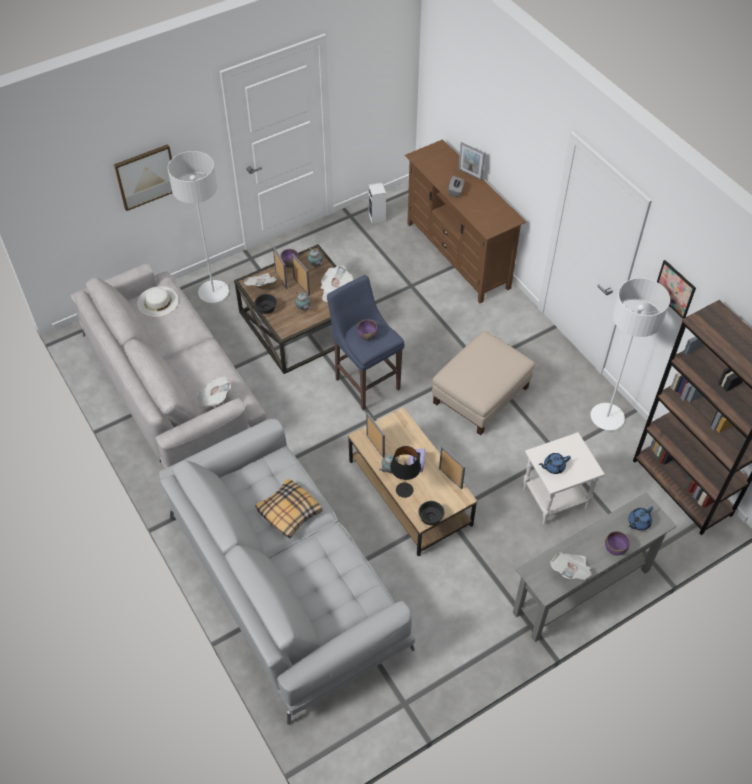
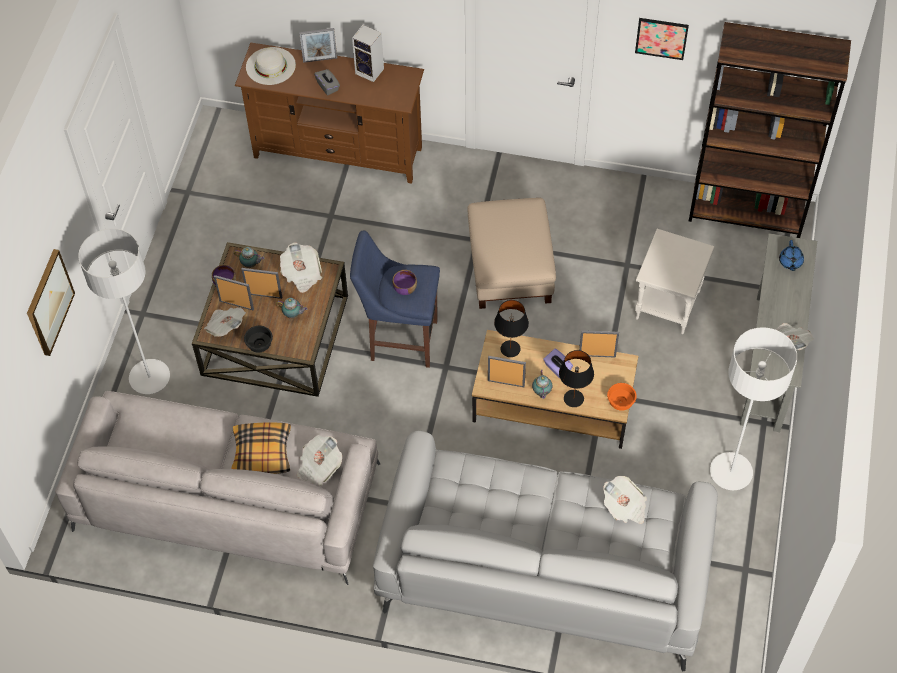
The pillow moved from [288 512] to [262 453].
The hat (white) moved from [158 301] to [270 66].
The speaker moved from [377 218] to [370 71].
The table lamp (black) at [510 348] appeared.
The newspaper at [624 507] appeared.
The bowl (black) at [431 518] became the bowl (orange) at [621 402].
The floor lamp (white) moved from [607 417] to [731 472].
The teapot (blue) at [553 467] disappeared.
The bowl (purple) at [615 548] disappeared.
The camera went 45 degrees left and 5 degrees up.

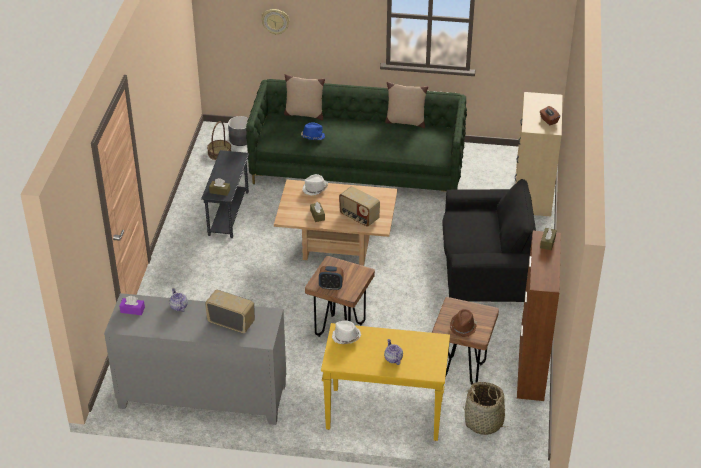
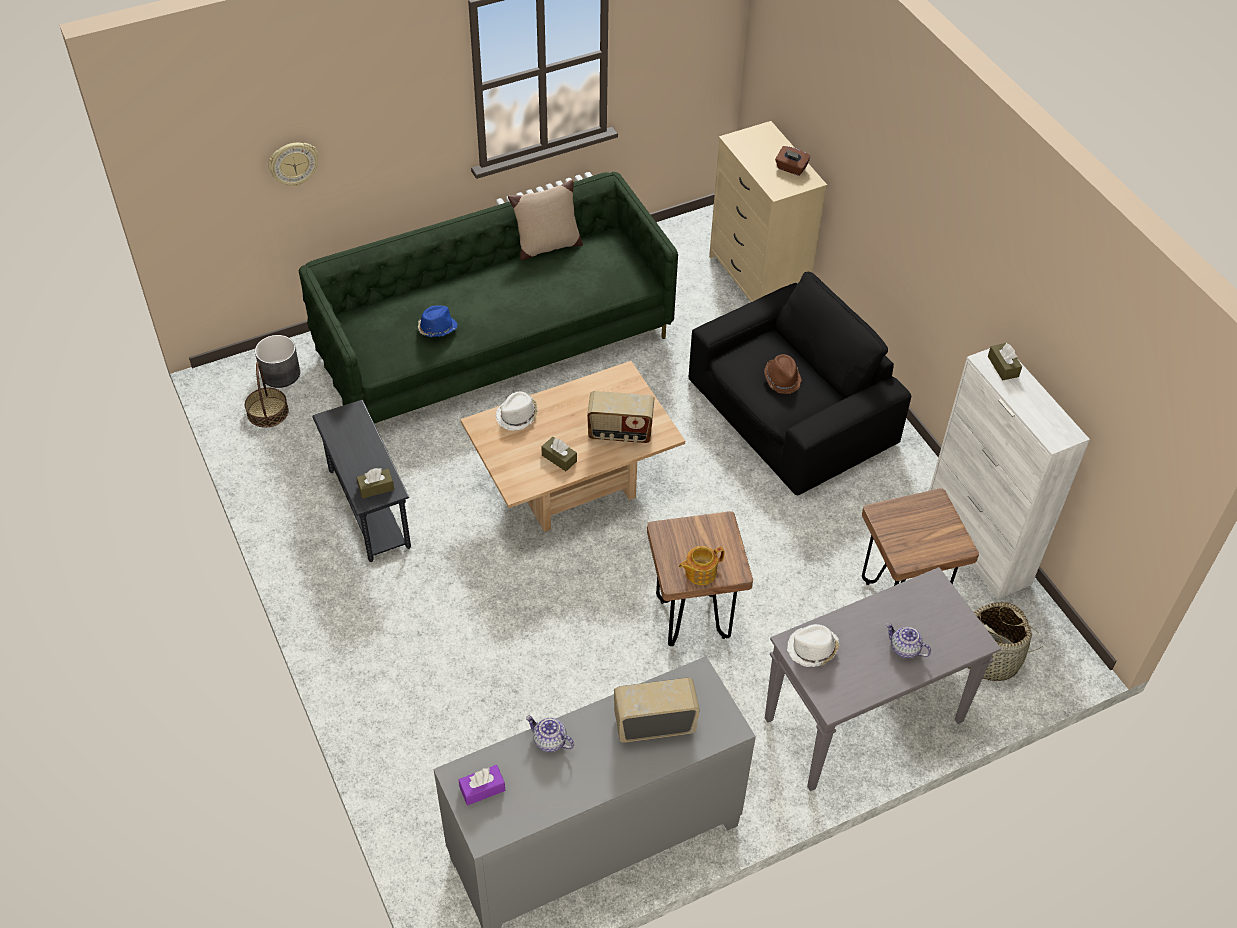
The alarm clock at [331 287] was replaced by the teapot at [700 572].
The hat (brown) moved from [463 327] to [782 379].
The console table (yellow) at [383 415] became the console table (grey) at [862 722].
The cabinet (brown) at [531 369] became the cabinet (white) at [977 545].
The pillow (beige) at [304 114] disappeared.
The camera went 35 degrees left and 10 degrees up.

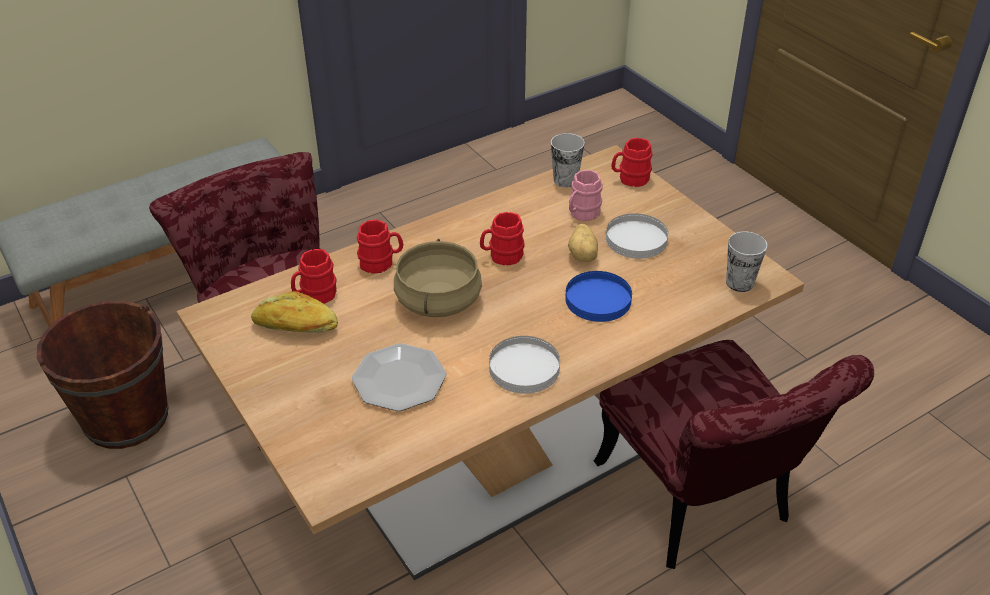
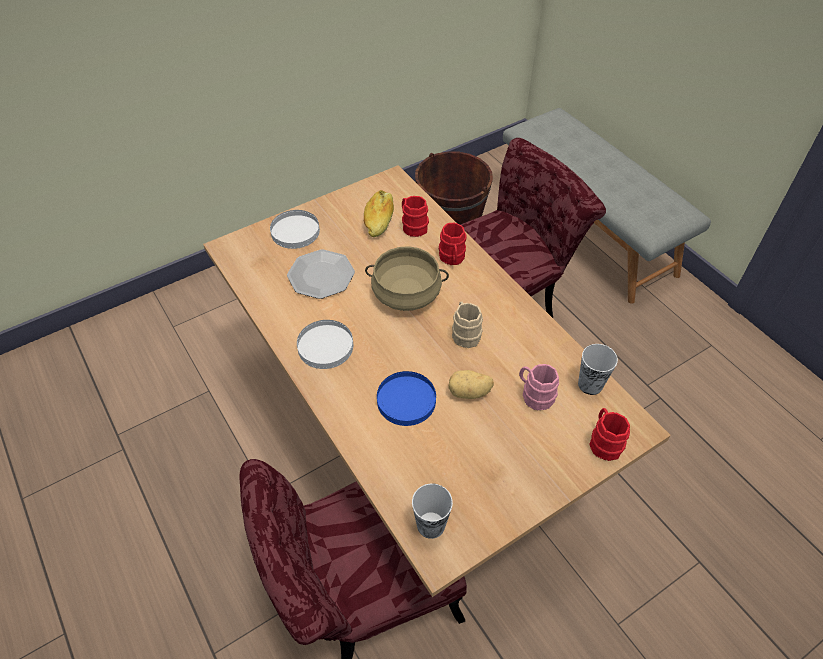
The plate (white) moved from [635 239] to [295 231].
The mug (red) at [502 256] became the mug (beige) at [464 333].
The camera went 90 degrees right and 10 degrees up.

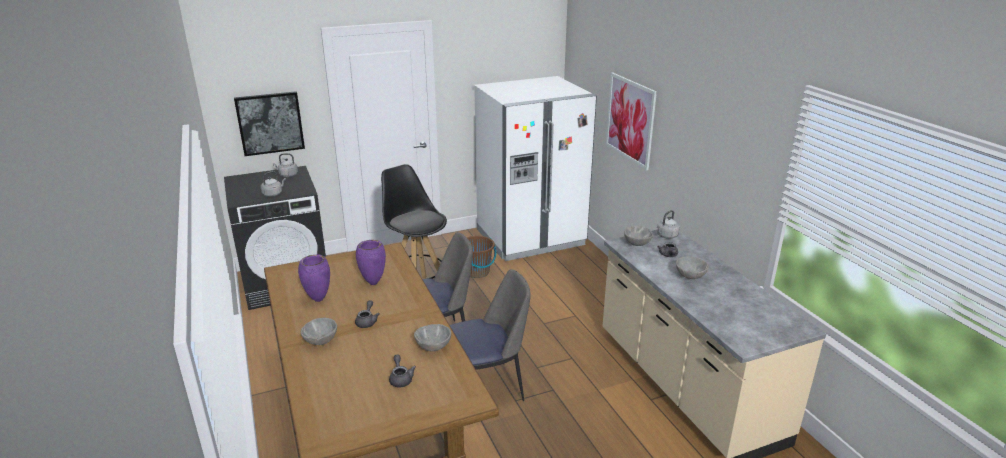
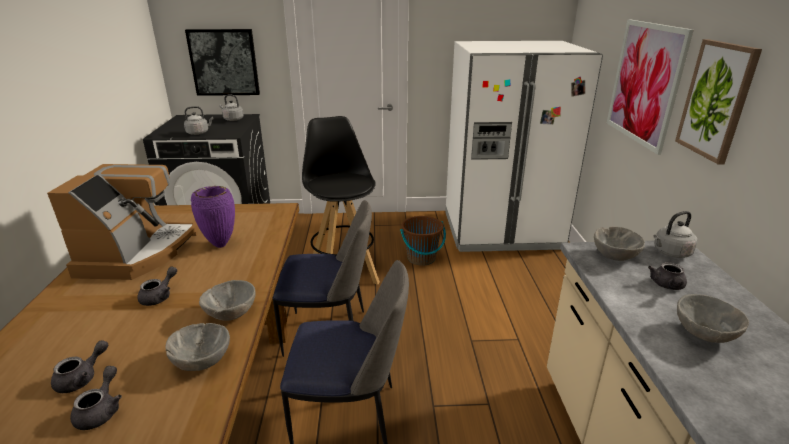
The vase (purple) at [318 299] was replaced by the coffee machine at [139 253].
The teapot (grey) at [82 378] appeared.
The bowl (grey) moved from [320 341] to [231 314].
The picture at [716 100] appeared.
The camera went 20 degrees right and 0 degrees up.

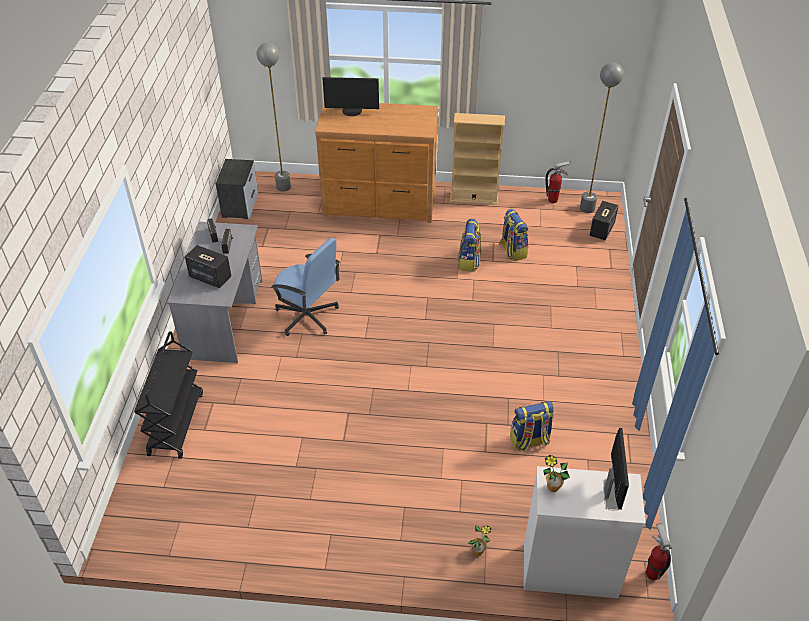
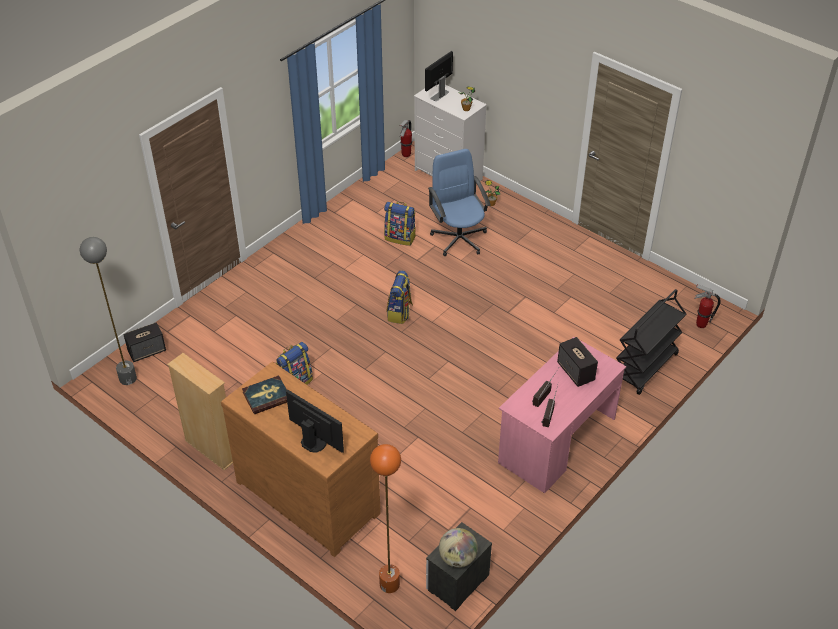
The book at [266 396] appeared.
The floor lamp (grey) at [283 187] became the floor lamp (orange) at [389 584].
The backpack moved from [512 251] to [400 313].
The office chair (blue) moved from [307 316] to [459 238].
The globe at [457 558] appeared.
The desk (grey) at [225 318] became the desk (pink) at [557 441].
The fire extinguisher moved from [553 200] to [700 324].
The camera went 145 degrees left and 0 degrees up.

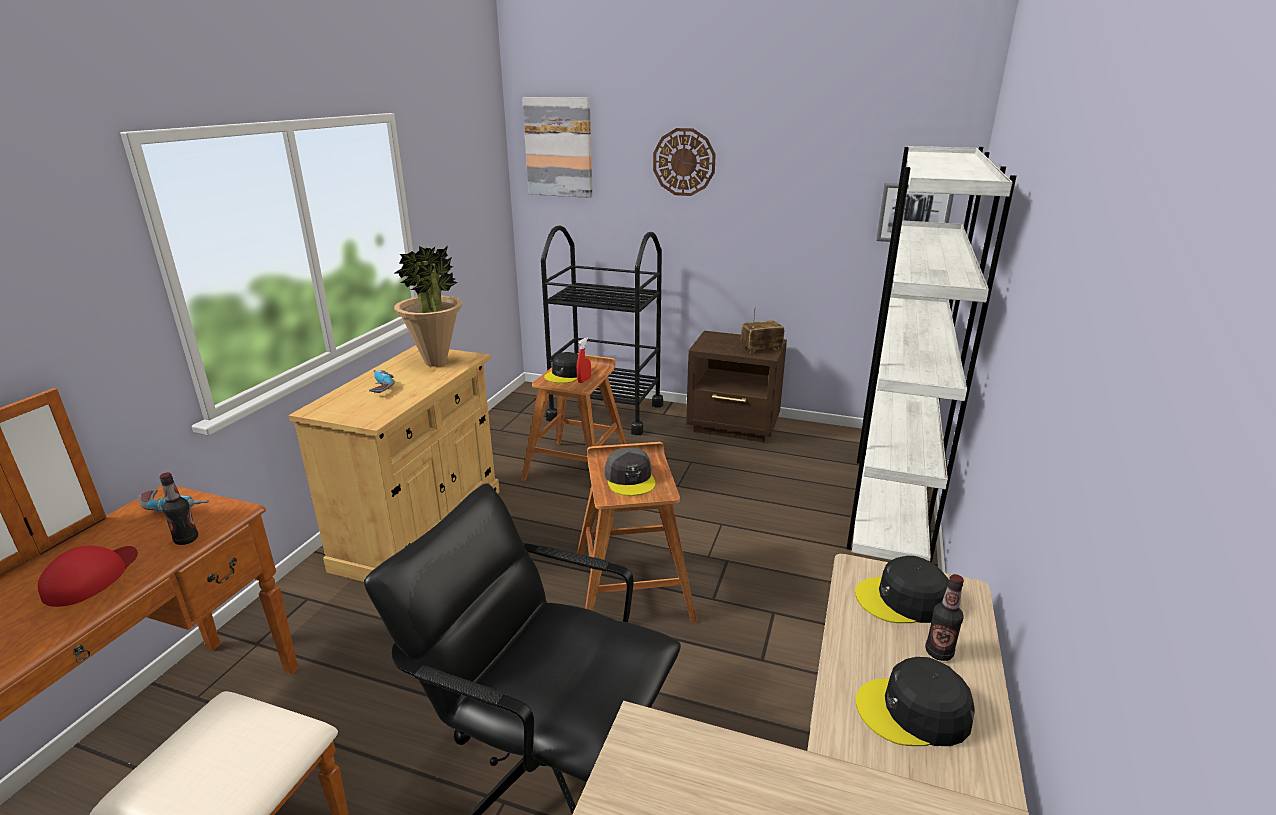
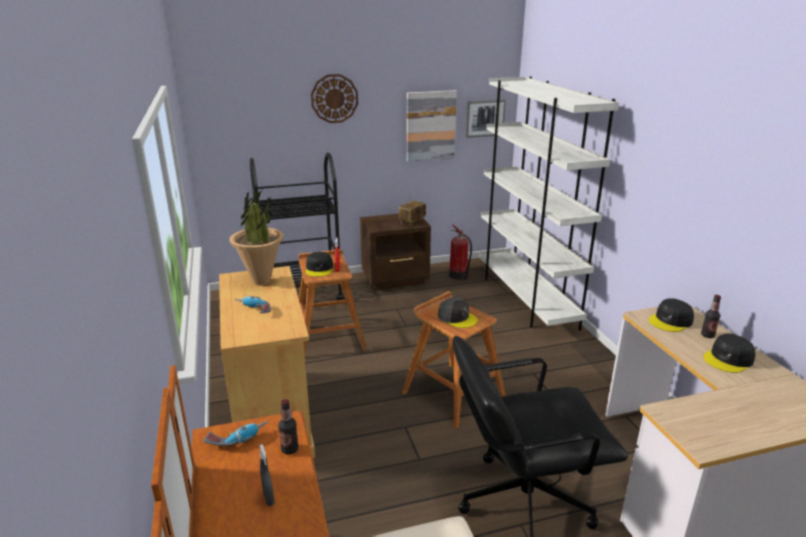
The cap (red) at [91 577] was replaced by the spray bottle (grey) at [268 498].
The picture moved from [559 147] to [430 125].
The fire extinguisher at [459 276] appeared.
The camera went 35 degrees left and 0 degrees up.

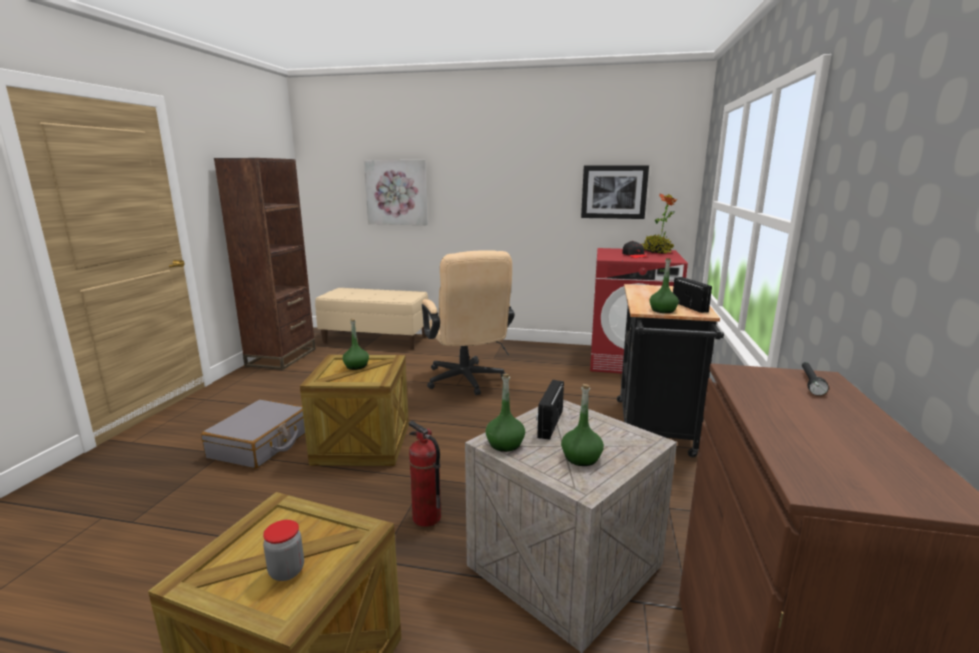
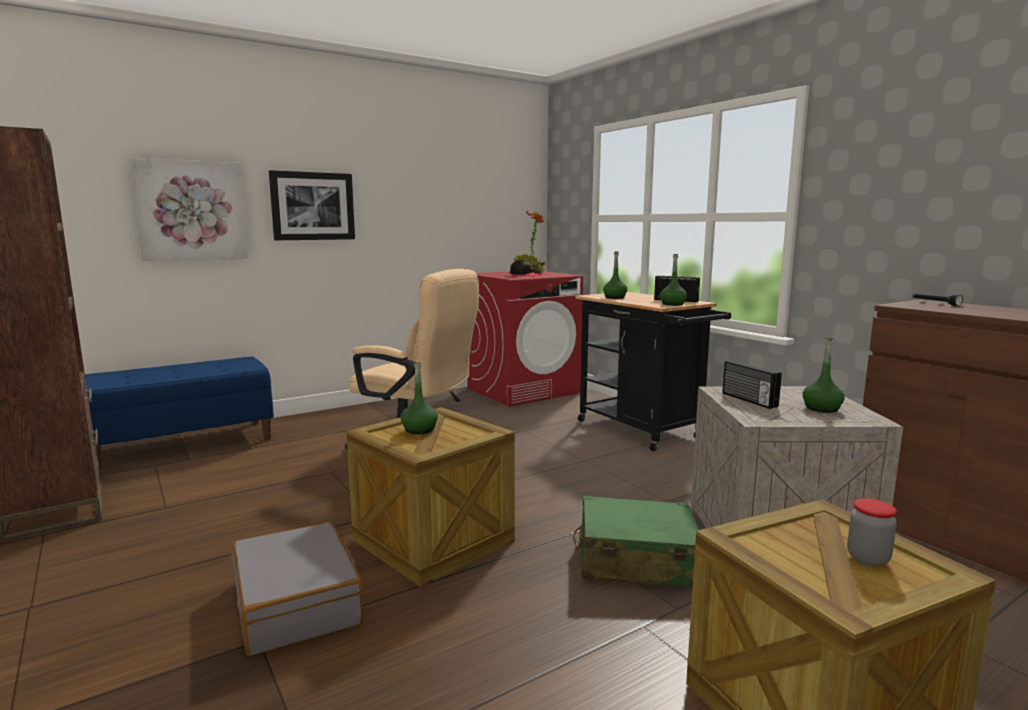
The bench (beige) at [376 339] became the bench (blue) at [185 444].
The picture moved from [614 192] to [313 206].
The fire extinguisher at [426 518] was replaced by the suitcase (green) at [636 561].
The bottle (green) moved from [505 444] to [614 297].
The camera went 45 degrees left and 5 degrees down.

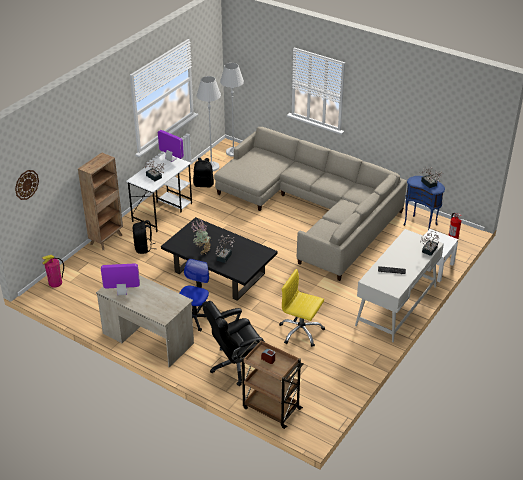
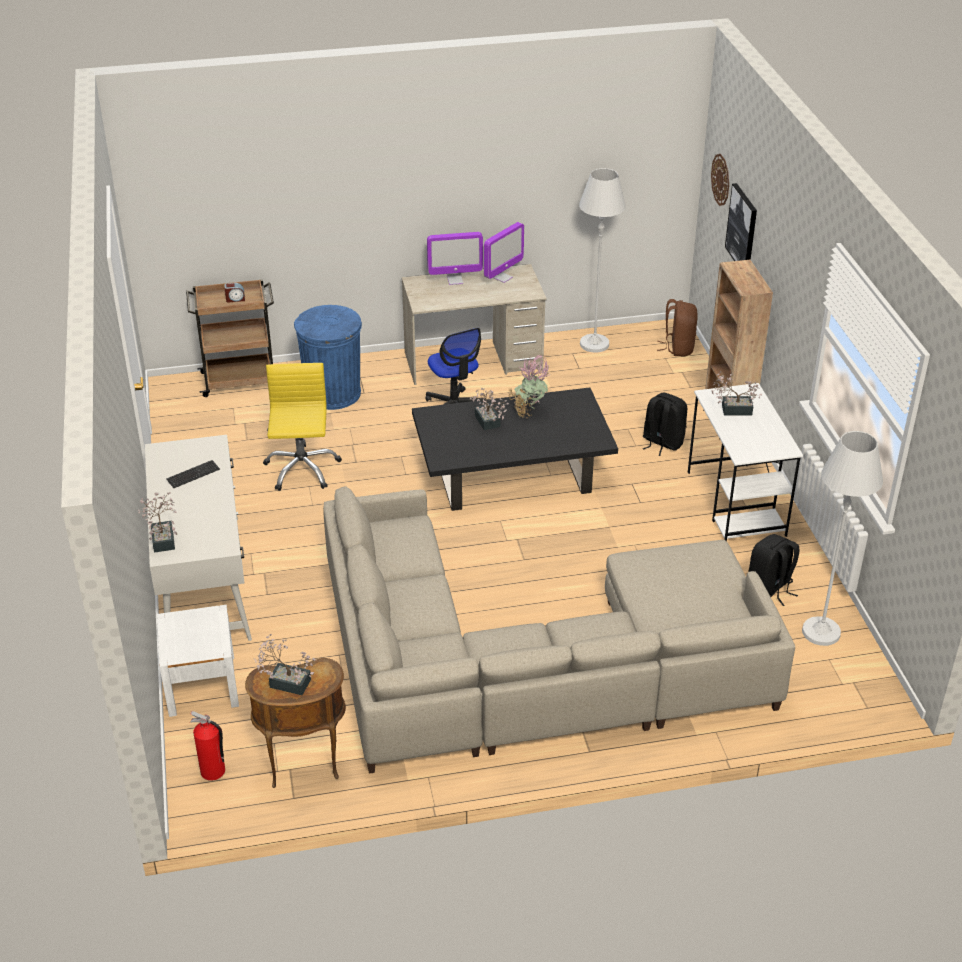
The side table (blue) at [421 224] became the side table (brown) at [304 766].
The office chair (yellow) at [301 332] turned 75 degrees counterclockwise.
The office chair (black) at [236 365] was replaced by the trash can (blue) at [333 393].
The monitor moved from [171 159] to [455 280].
The floor lamp (white) moved from [233 152] to [594 344].
The fire extinguisher at [55 283] was replaced by the backpack (brown) at [678 348].
The picture at [742 229] appeared.
The camera went 135 degrees right and 0 degrees up.

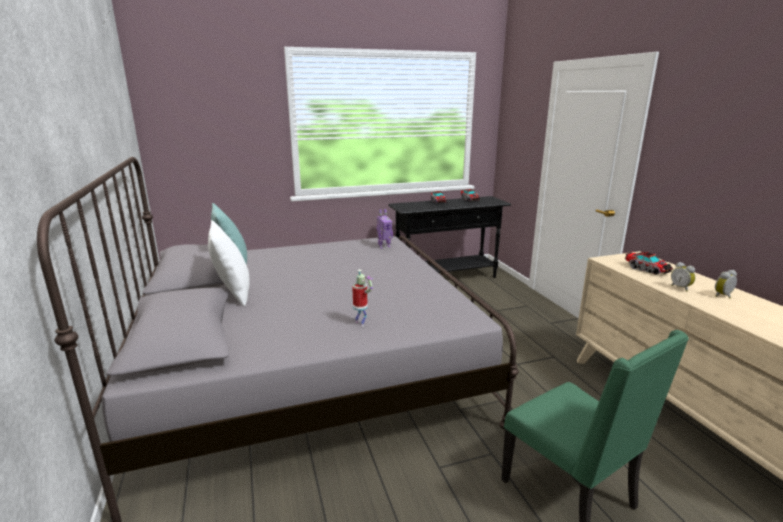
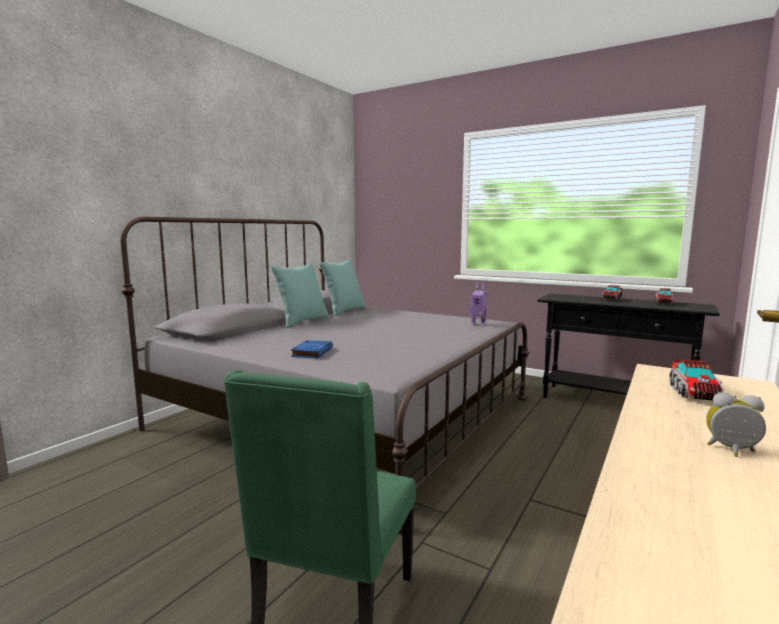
The pillow (white) at [233 293] became the pillow (turquoise) at [302 321].
The toy robot at [361 323] was replaced by the book (blue) at [312 352].
The alarm clock at [681 288] disappeared.
The camera went 50 degrees right and 10 degrees down.

